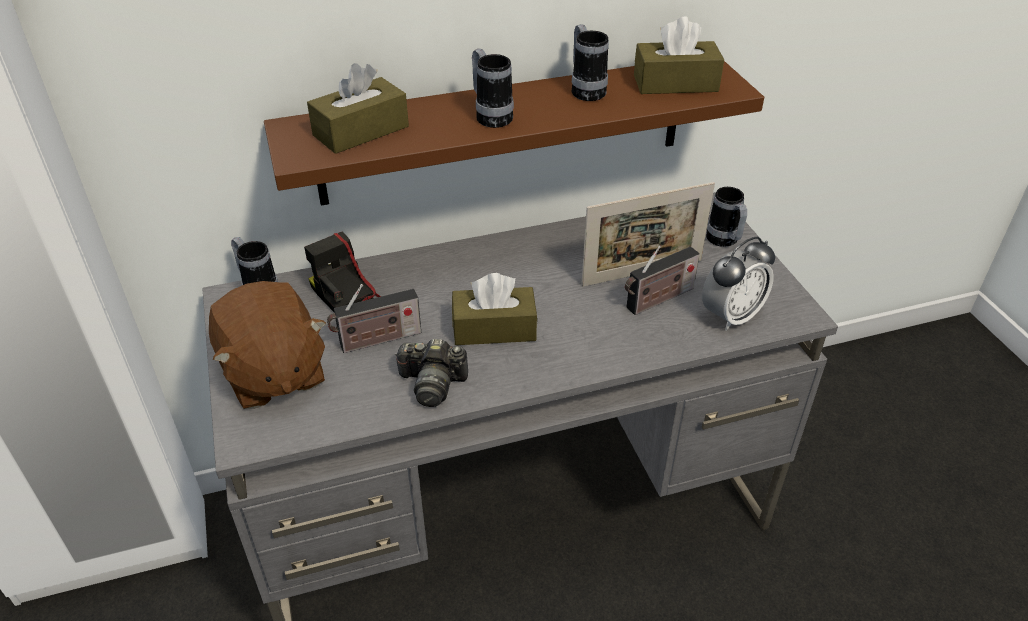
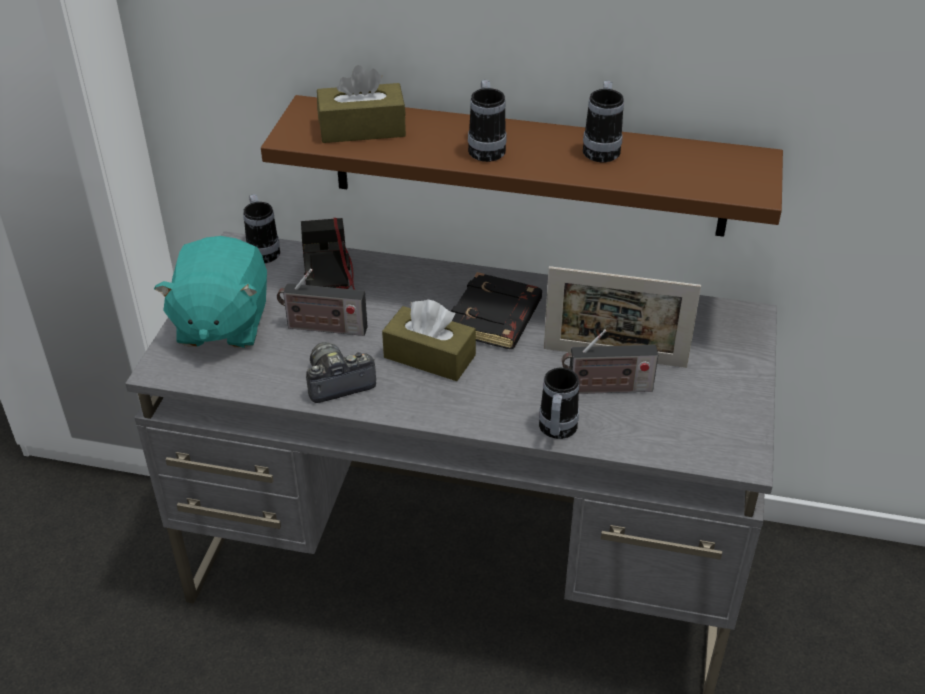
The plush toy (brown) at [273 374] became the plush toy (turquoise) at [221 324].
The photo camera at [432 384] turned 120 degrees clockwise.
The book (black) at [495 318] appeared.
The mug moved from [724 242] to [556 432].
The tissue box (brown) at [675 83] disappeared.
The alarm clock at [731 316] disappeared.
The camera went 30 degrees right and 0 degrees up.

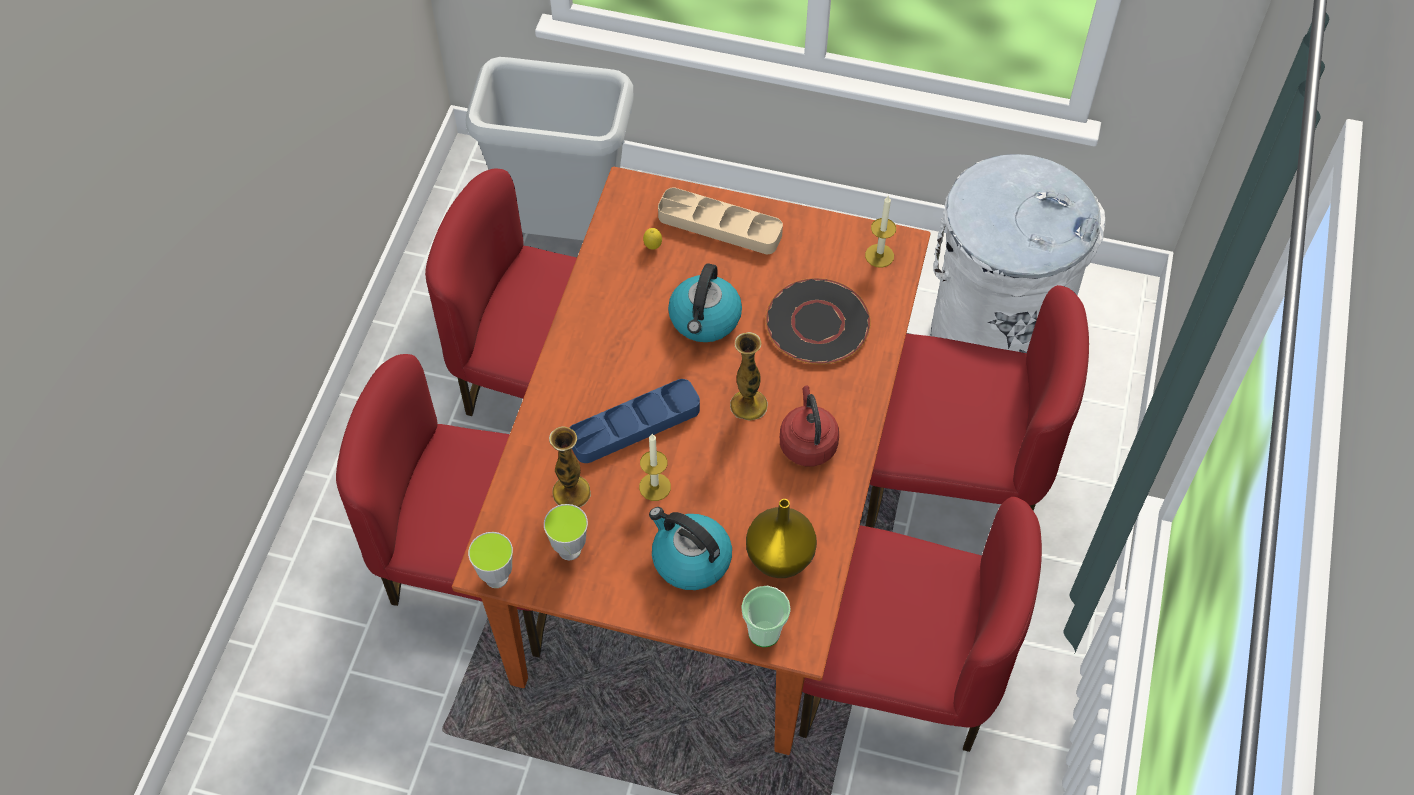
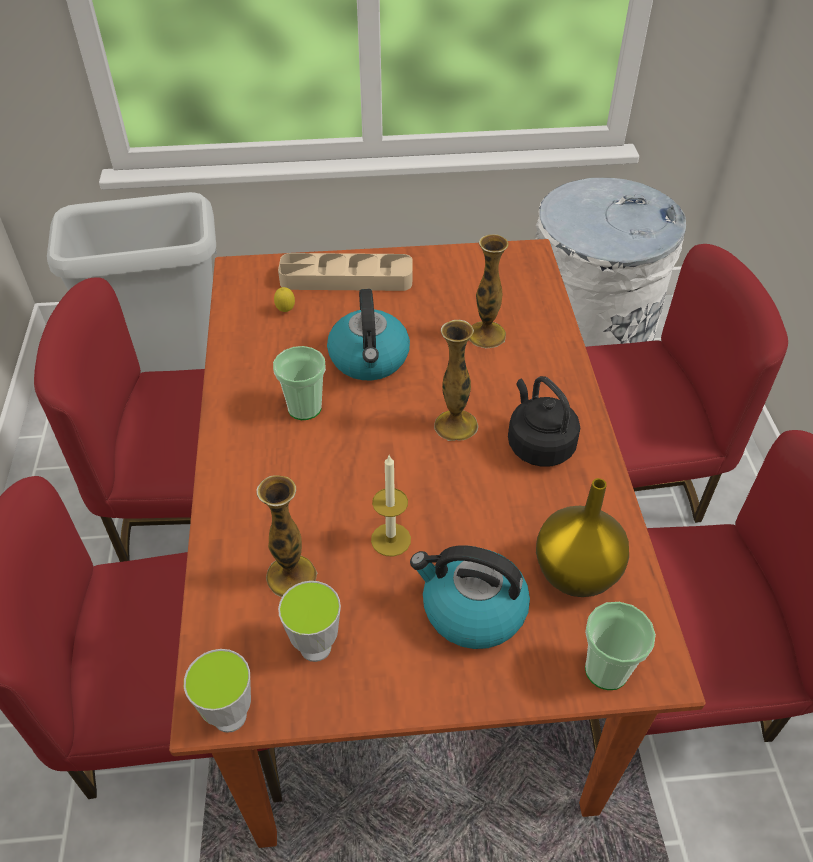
The cup at [304 408] appeared.
The plate (black) at [817 323] was replaced by the vase at [486 334].
The kettle (red) at [807 443] became the kettle (black) at [538 444].
The tray (blue) at [634 425] disappeared.
The candle at [879 255] disappeared.
The camera went 20 degrees left and 10 degrees down.

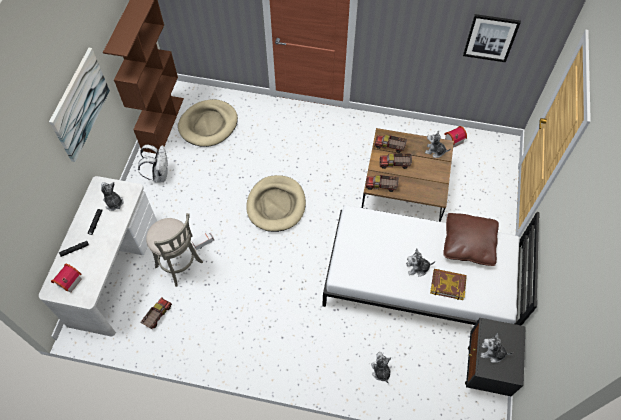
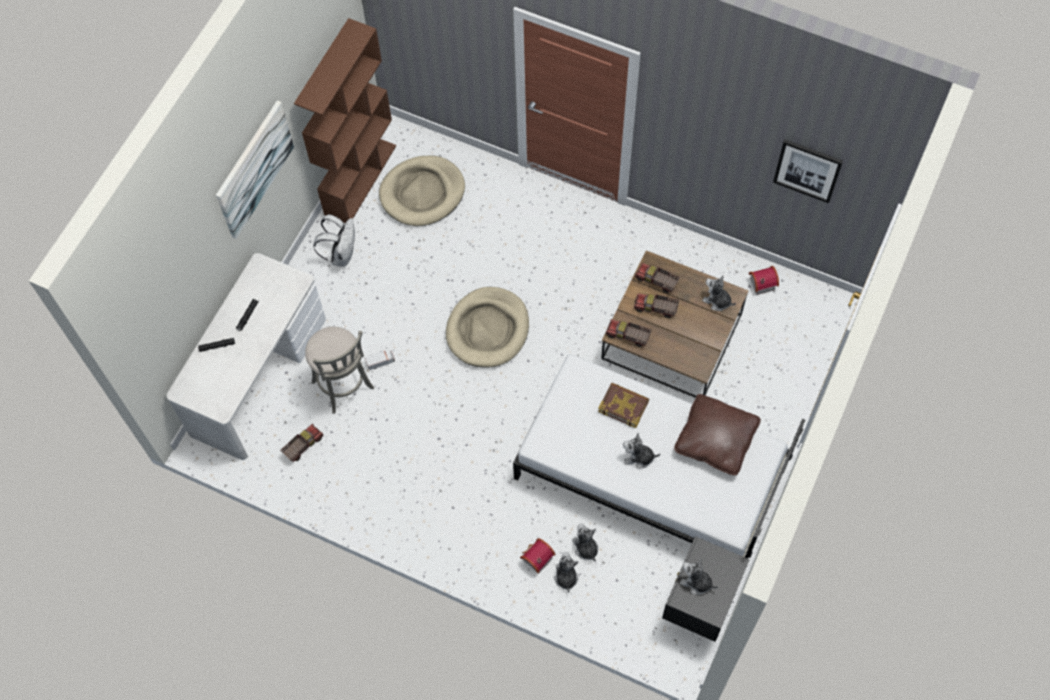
The toy house moved from [68 281] to [535 558].
The plush toy moved from [114 203] to [585 547].
The book moved from [447 285] to [623 406].
The camera went 15 degrees right and 5 degrees up.

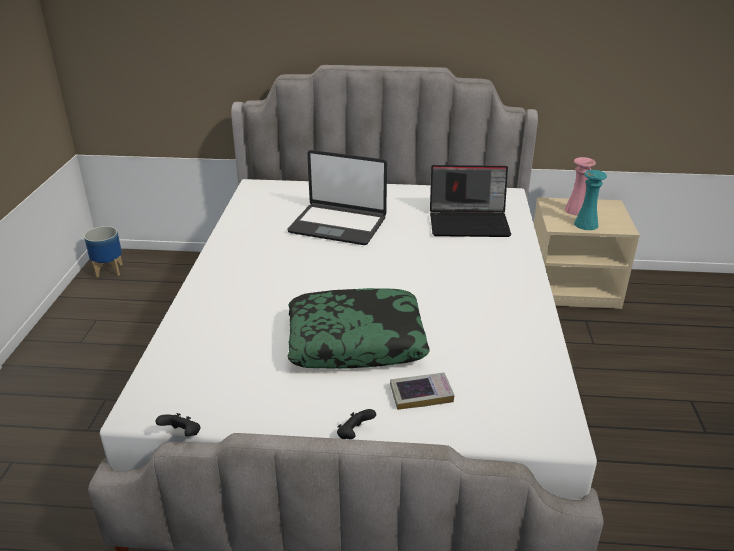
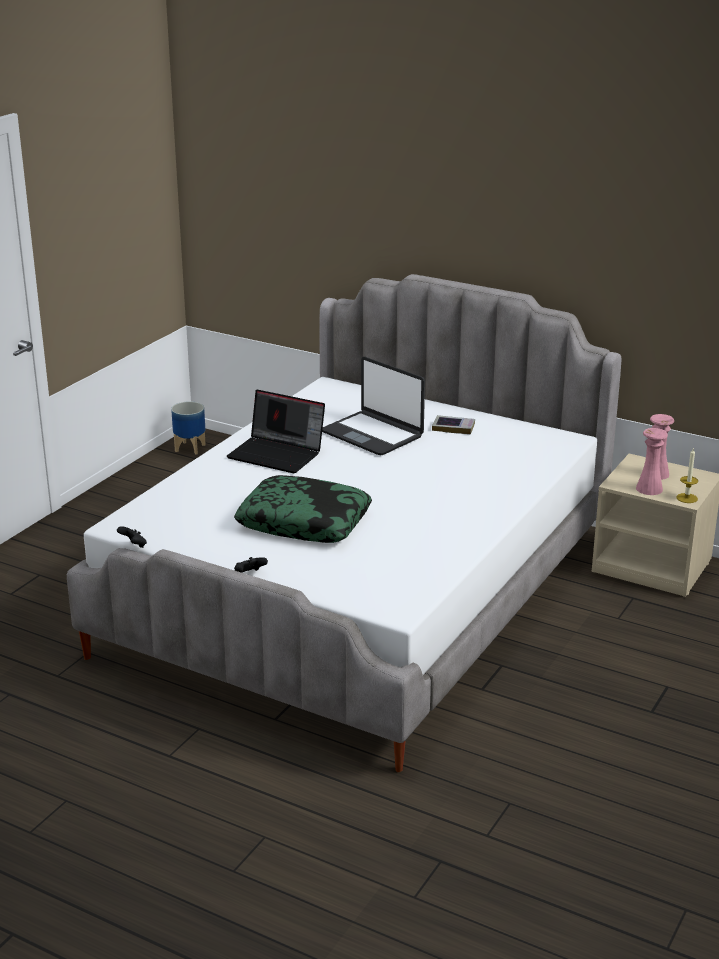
The laptop moved from [469 222] to [278 454].
The book moved from [421 394] to [453 428].
The vase (turquoise) at [586 224] became the vase (pink) at [649 489].
The candle at [687 498] appeared.
The camera went 25 degrees right and 5 degrees down.

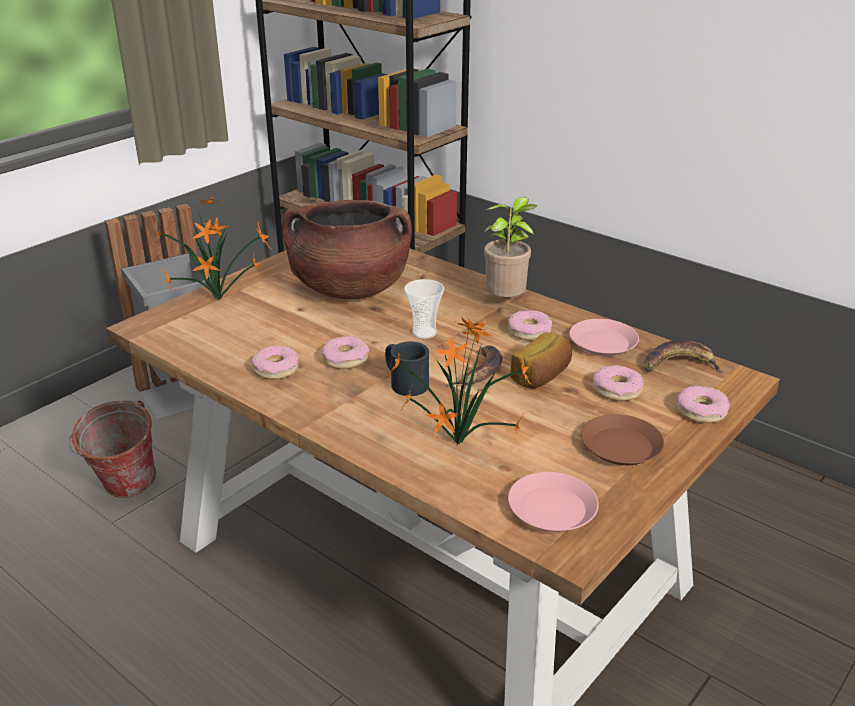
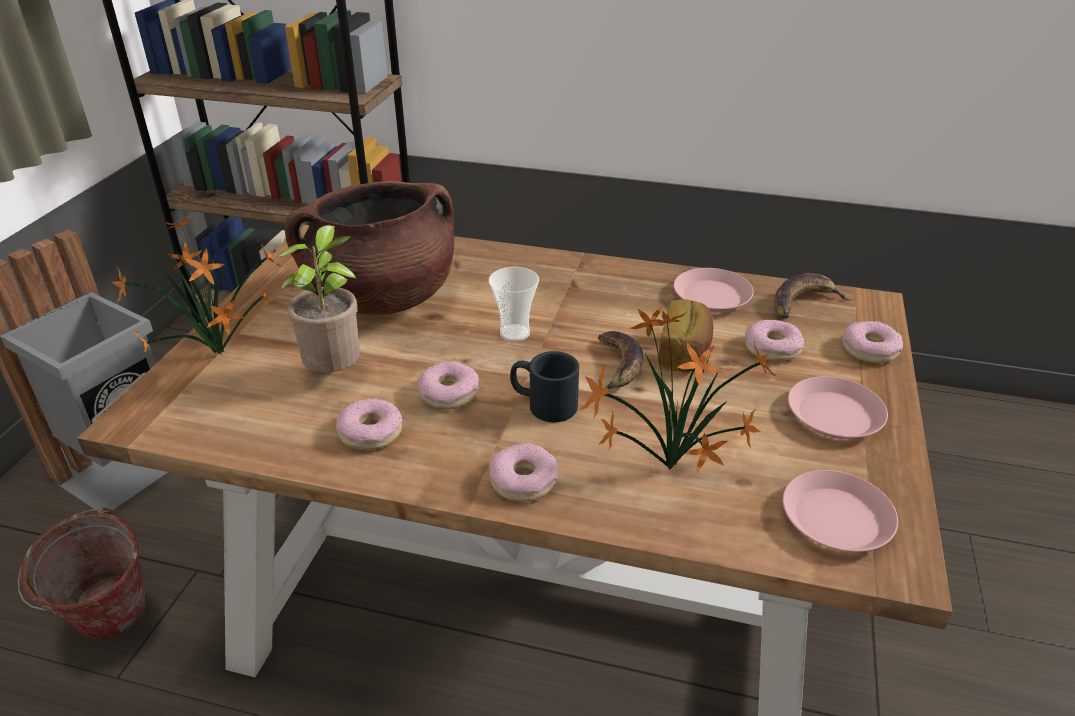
The potted plant moved from [507 302] to [337 373].
The donut moved from [529 331] to [523 480].
The plate (brown) at [620 446] became the plate (pink) at [834 415].
The camera went 25 degrees left and 5 degrees up.

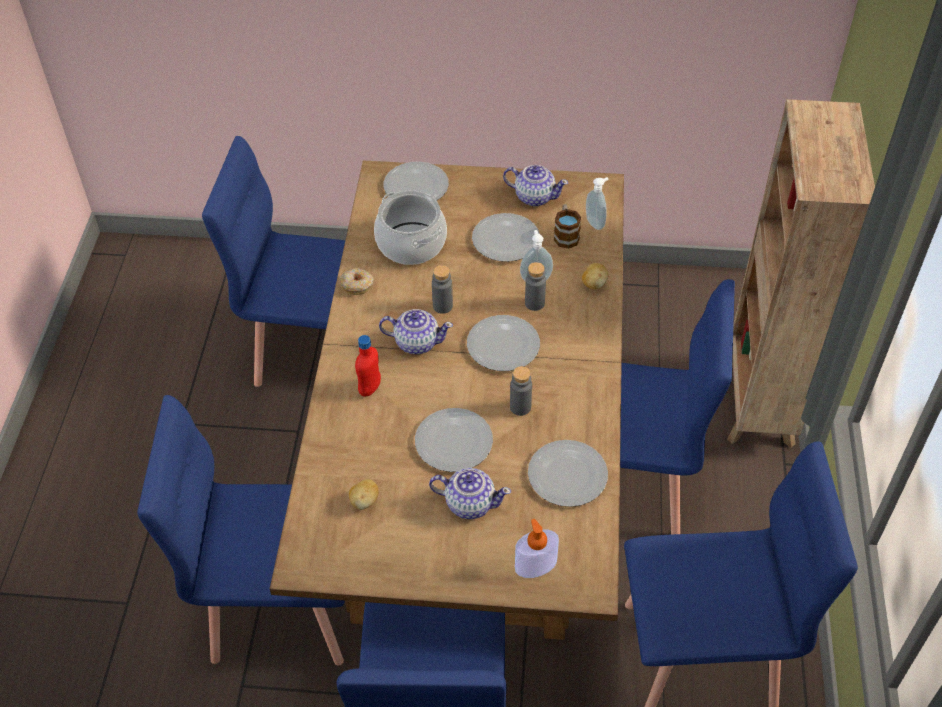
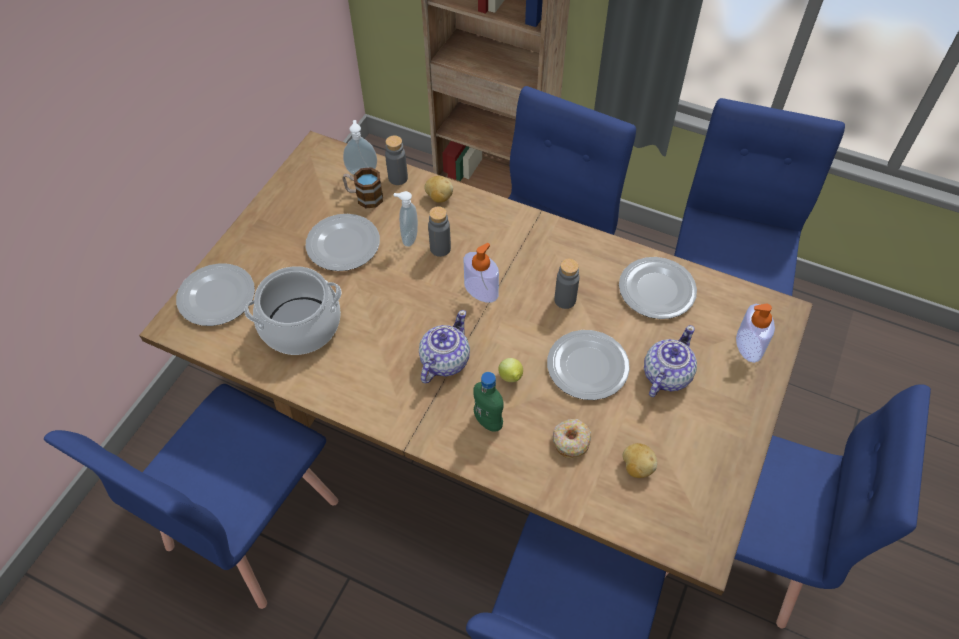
The bottle (grey) moved from [442 306] to [398 178].
The plate at [502 344] was replaced by the soap dispenser at [481 289].
The bottle (red) at [370 388] became the bottle (green) at [488 421].
The lemon at [511 378] appeared.
The donut moved from [357 285] to [571 441].
The teapot at [534 196] disappeared.
The camera went 70 degrees left and 5 degrees up.

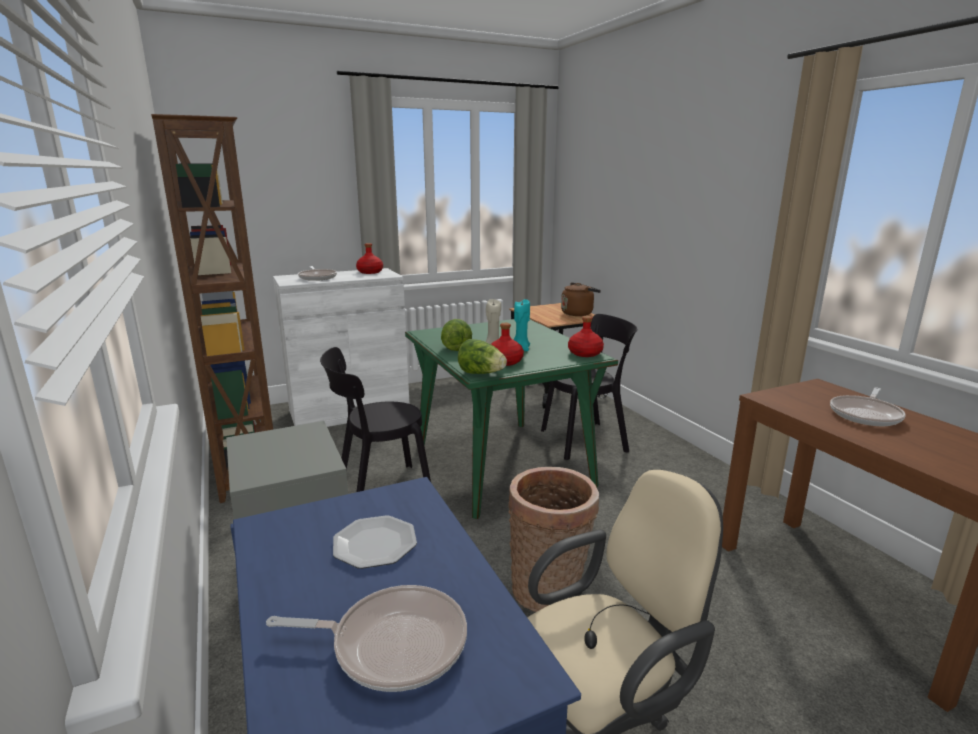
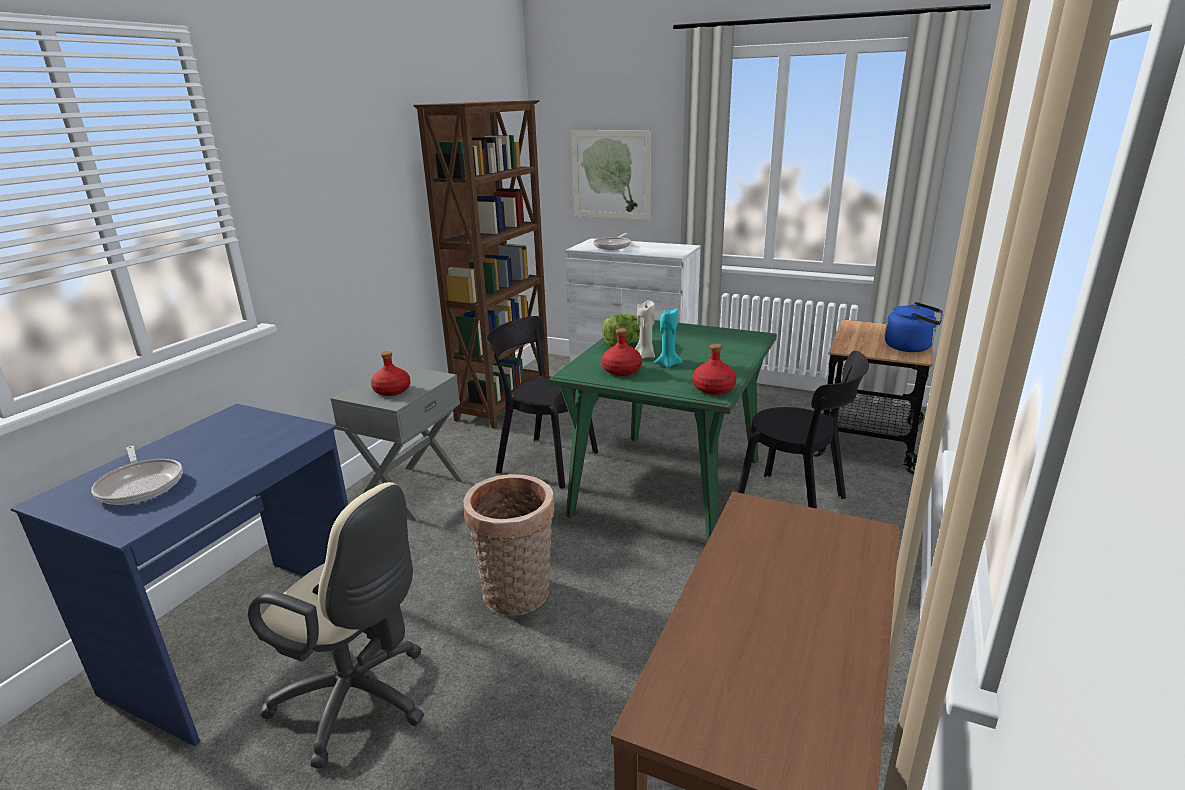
The bottle (red) moved from [370 272] to [392 390].
The picture at [611 175] appeared.
The kettle (brown) at [578 313] became the kettle (blue) at [911 347].
The plate at [376 544] disappeared.
The lettuce at [481 374] disappeared.
The frying pan at [866 414] disappeared.
The camera went 50 degrees right and 5 degrees up.

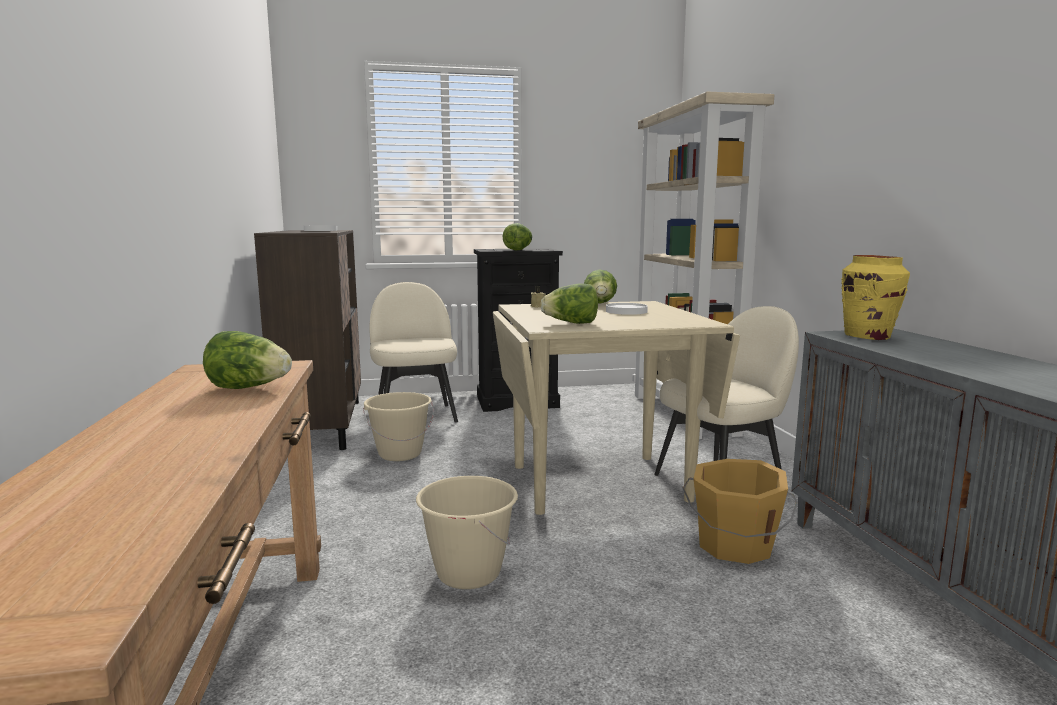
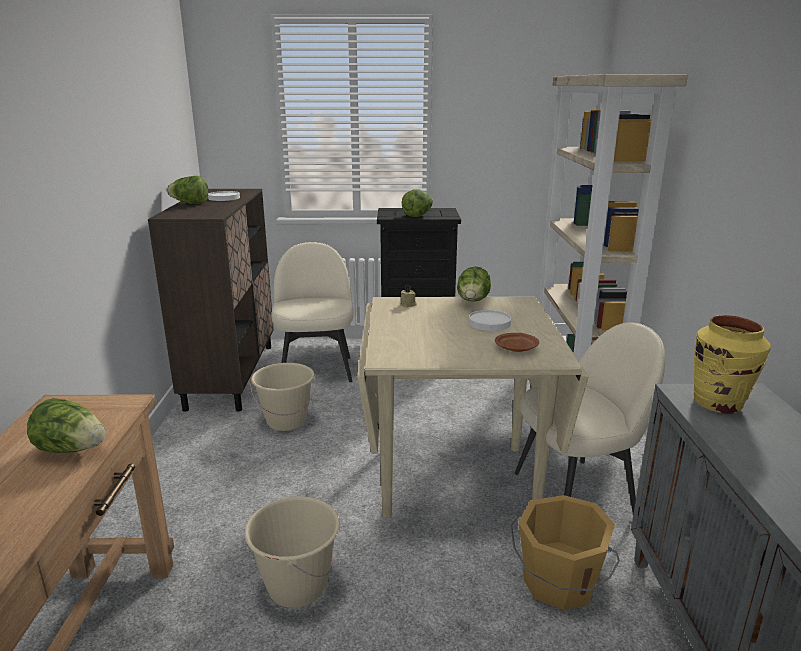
The lettuce moved from [571 323] to [190 204].
The plate (brown) at [516 349] appeared.
The camera went 10 degrees right and 10 degrees up.

